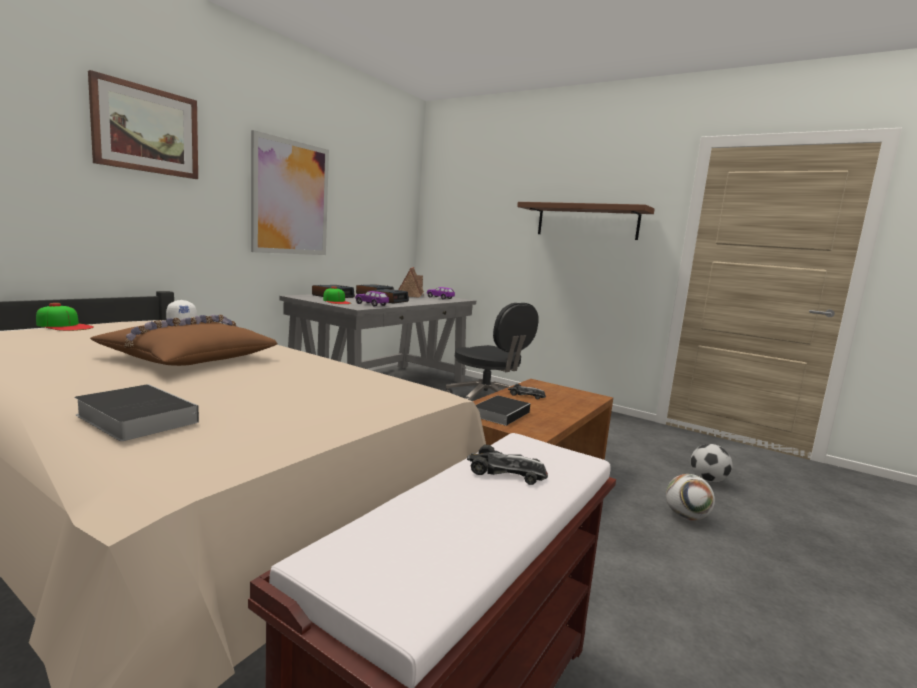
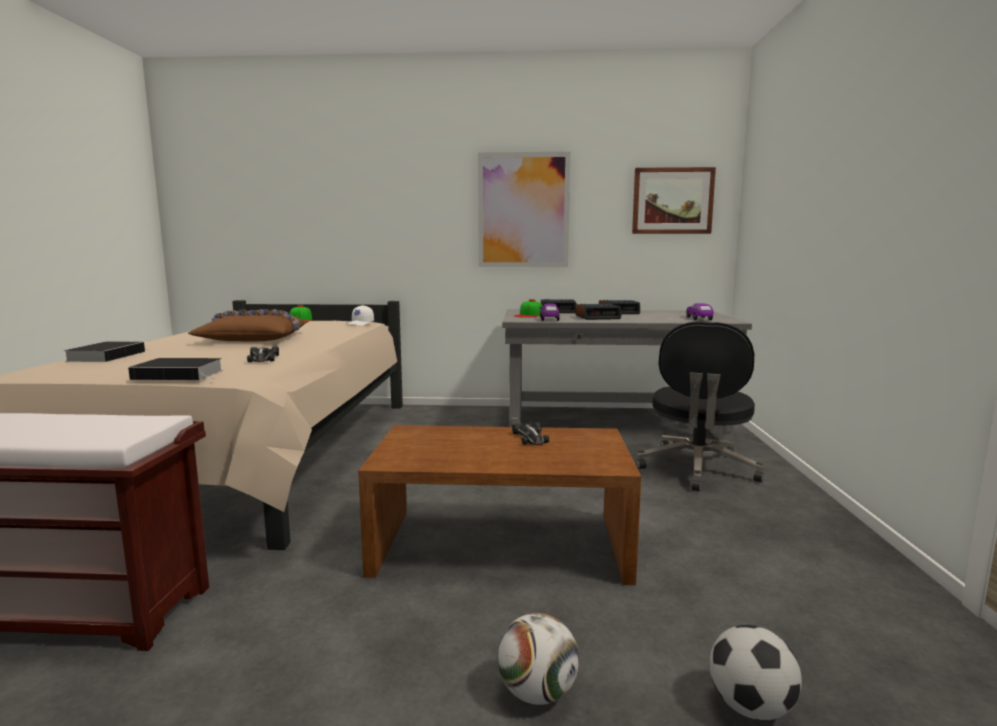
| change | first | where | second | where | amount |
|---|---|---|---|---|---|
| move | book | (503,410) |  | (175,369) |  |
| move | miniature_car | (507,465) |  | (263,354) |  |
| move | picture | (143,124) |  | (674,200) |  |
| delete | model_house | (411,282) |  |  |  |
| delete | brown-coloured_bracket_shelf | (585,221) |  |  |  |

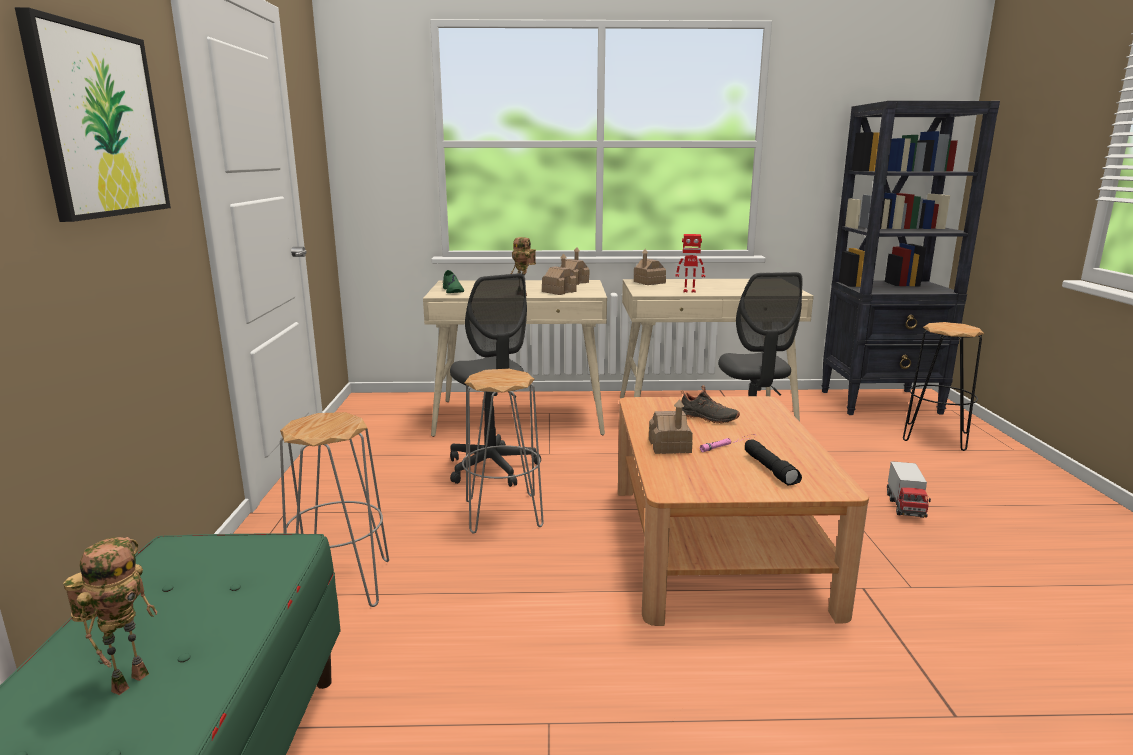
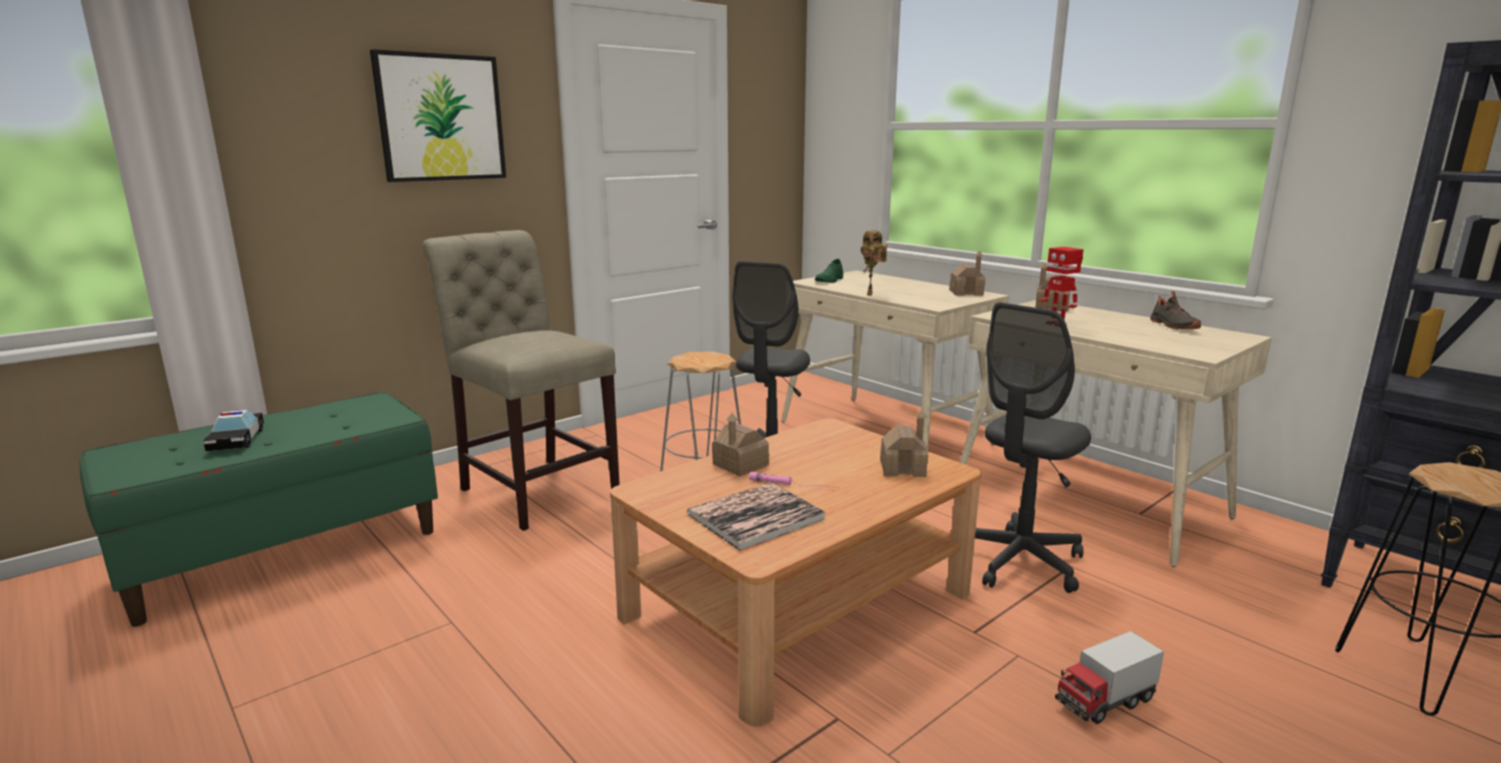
| change | first | where | second | where | amount |
|---|---|---|---|---|---|
| replace | model_robot | (110,616) | miniature_car | (233,430) |  |
| replace | greyish_stool | (334,509) | sand-coloured_upright_chair | (521,380) |  |
| replace | black_hand_torch | (773,462) | book | (756,516) |  |
| move | model_house | (559,274) |  | (904,443) |  |
| move | black_low_shoe | (710,404) |  | (1175,310) |  |

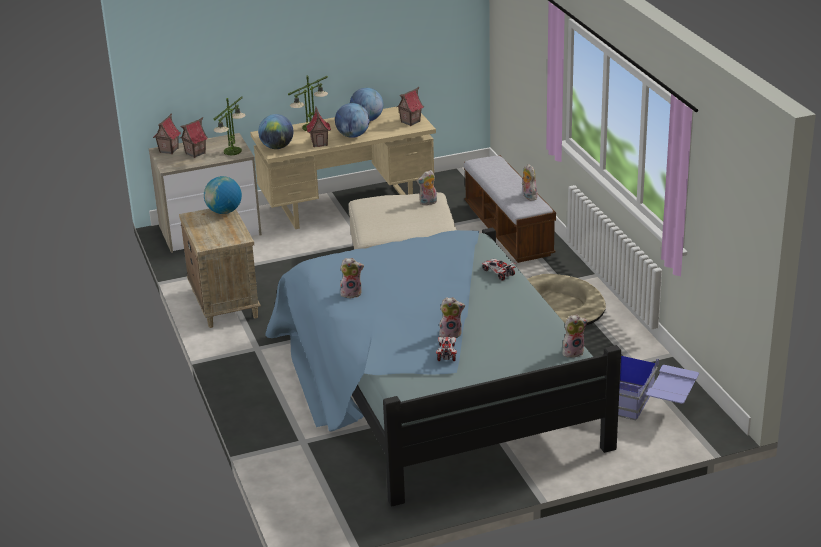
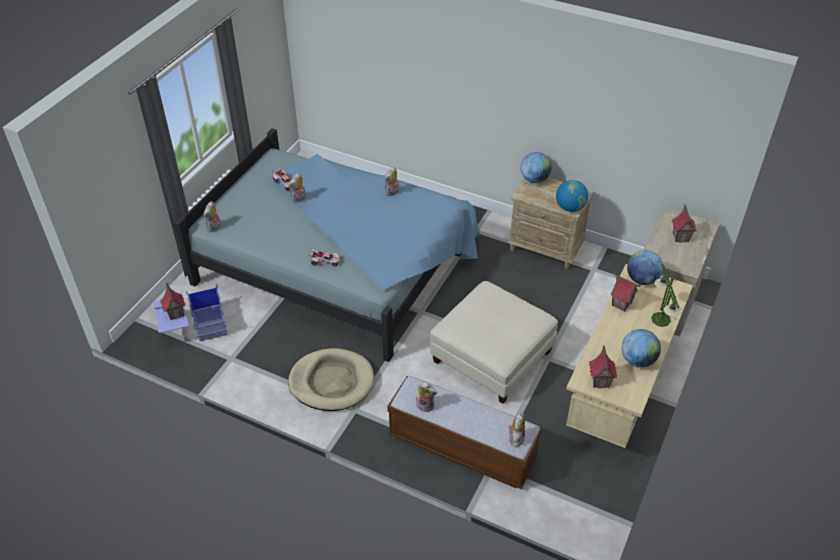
| change | first | where | second | where | amount |
|---|---|---|---|---|---|
| move | model_house | (167,133) |  | (173,301) |  |
| move | cuddly_toy | (427,188) |  | (517,429) |  |
| move | globe | (352,120) |  | (536,167) |  |
| delete | tabletop_lamp | (229,126) |  |  |  |

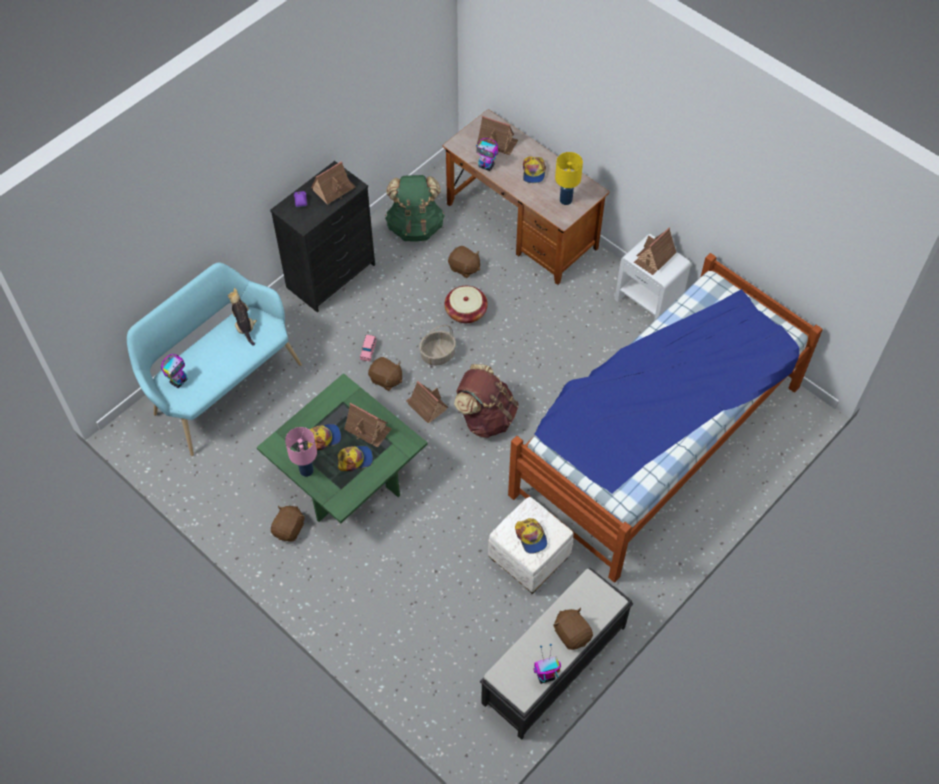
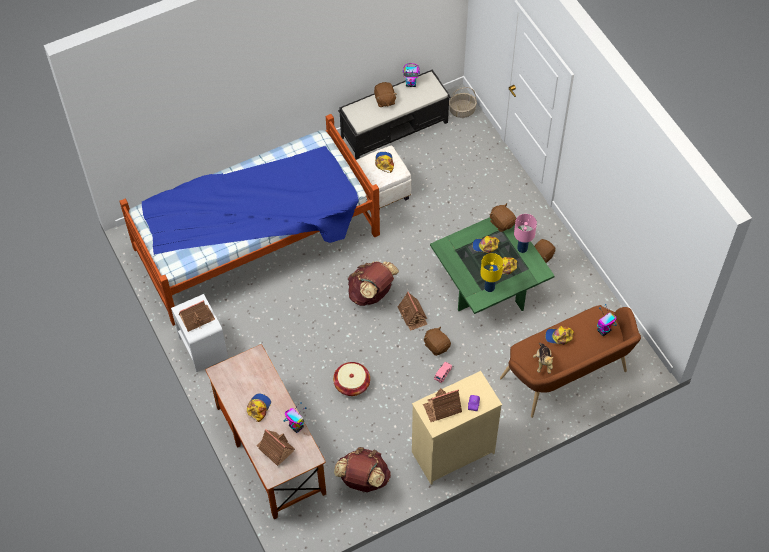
| change | first | where | second | where | amount |
|---|---|---|---|---|---|
| recolor | green-coloured_rucksack | (414,208) | brown-coloured_rucksack | (362,469) |  |
| recolor | black_chest_of_drawers | (322,236) | sand-coloured_chest_of_drawers | (457,428) |  |
| move | storage_basket | (437,345) |  | (463,102) |  |
| move | yellow-coloured_tabletop_lamp | (569,178) |  | (491,272) |  |
| move | brown-coloured_cuddly_toy | (464,262) |  | (503,217) |  |
| recolor | turquoise_bench | (214,359) | brown-coloured_bench | (570,361) |  |
| insert |  |  | cap | (559,335) |  |
| delete | model_house | (367,425) |  |  |  |

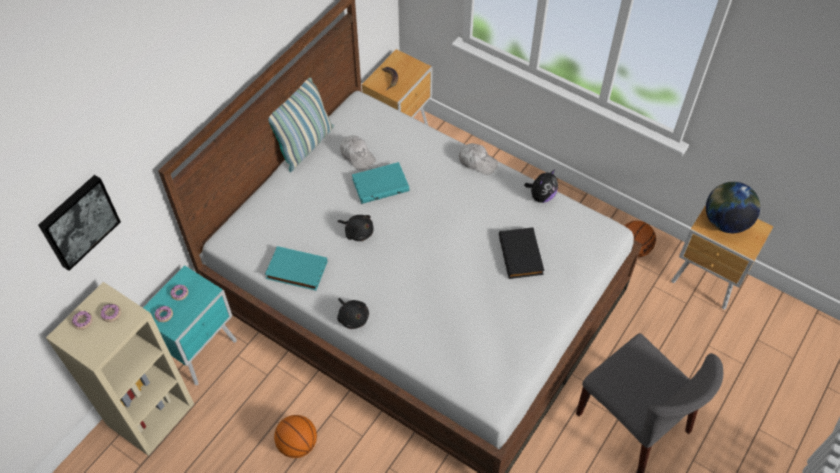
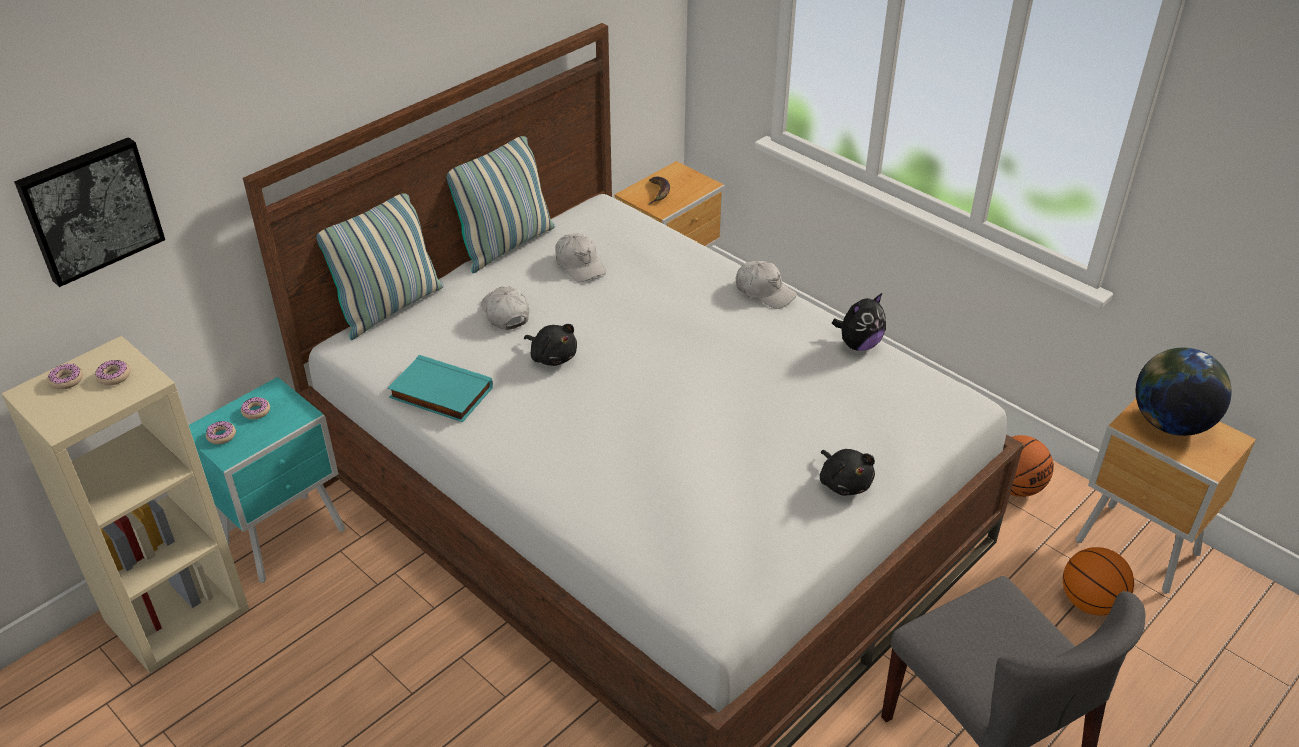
| change | first | where | second | where | amount |
|---|---|---|---|---|---|
| insert |  |  | pillow | (380,266) |  |
| insert |  |  | whitish_cap | (505,308) |  |
| move | black_cuddly_toy | (353,313) |  | (847,472) |  |
| move | ball_for_basketball | (295,436) |  | (1098,581) |  |
| delete | turquoise_book | (380,183) |  |  |  |
| delete | black_book | (521,253) |  |  |  |

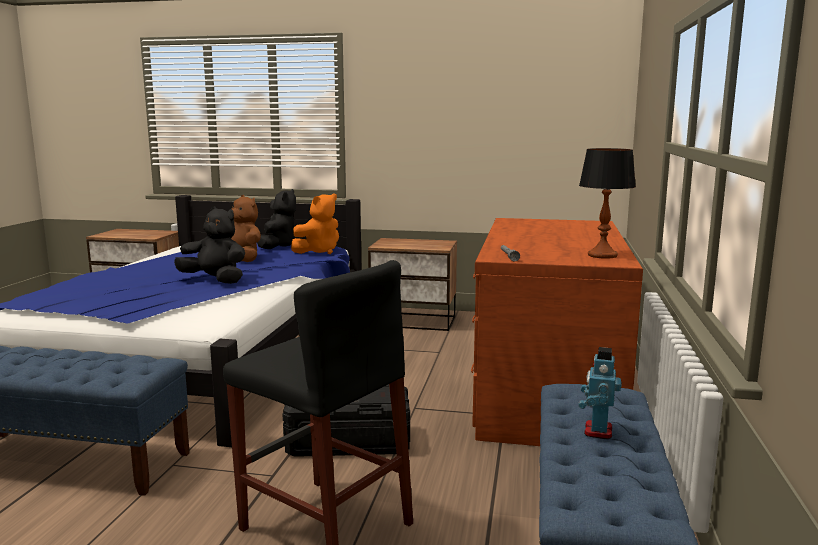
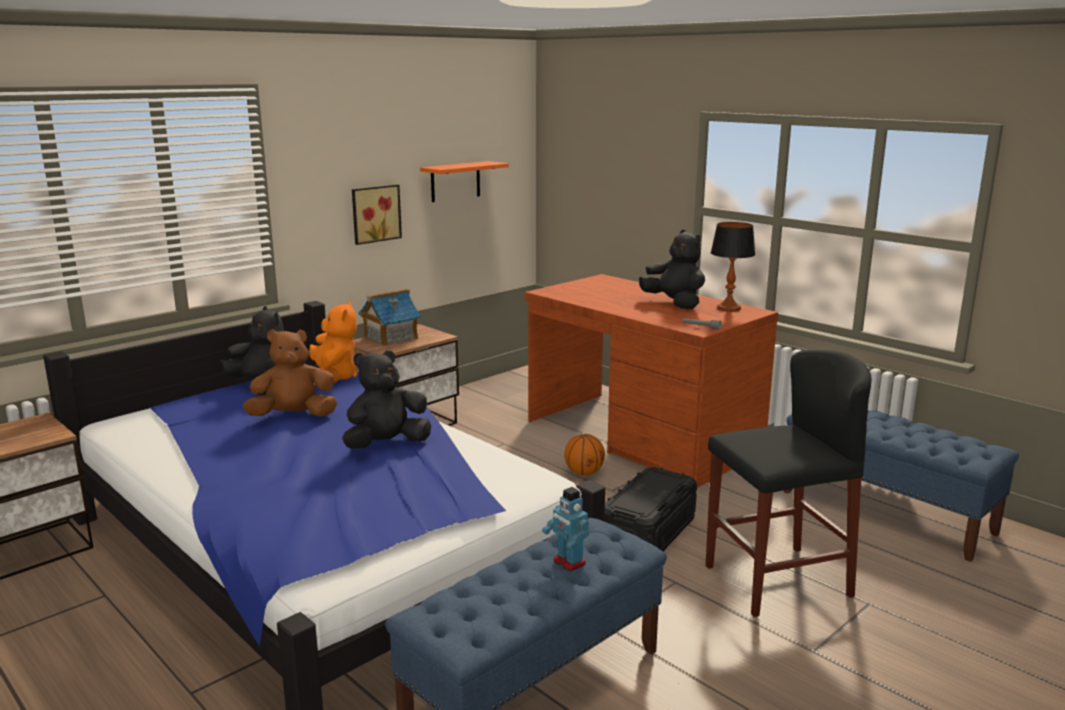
| change | first | where | second | where | amount |
|---|---|---|---|---|---|
| insert |  |  | picture | (377,214) |  |
| insert |  |  | model_house | (389,318) |  |
| insert |  |  | orange-coloured_bracket_shelf | (464,181) |  |
| move | model_robot | (600,393) |  | (565,529) |  |
| insert |  |  | ball_for_basketball | (584,455) |  |
| insert |  |  | black_cuddly_toy | (672,269) |  |

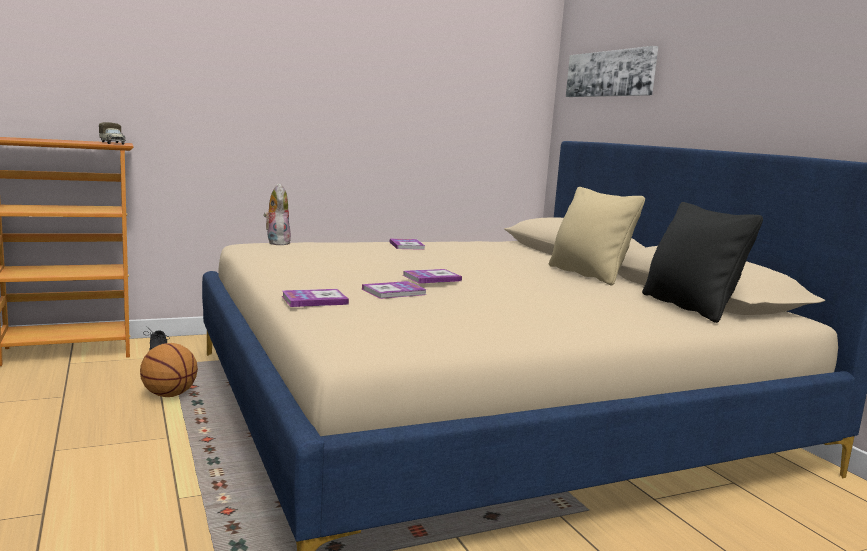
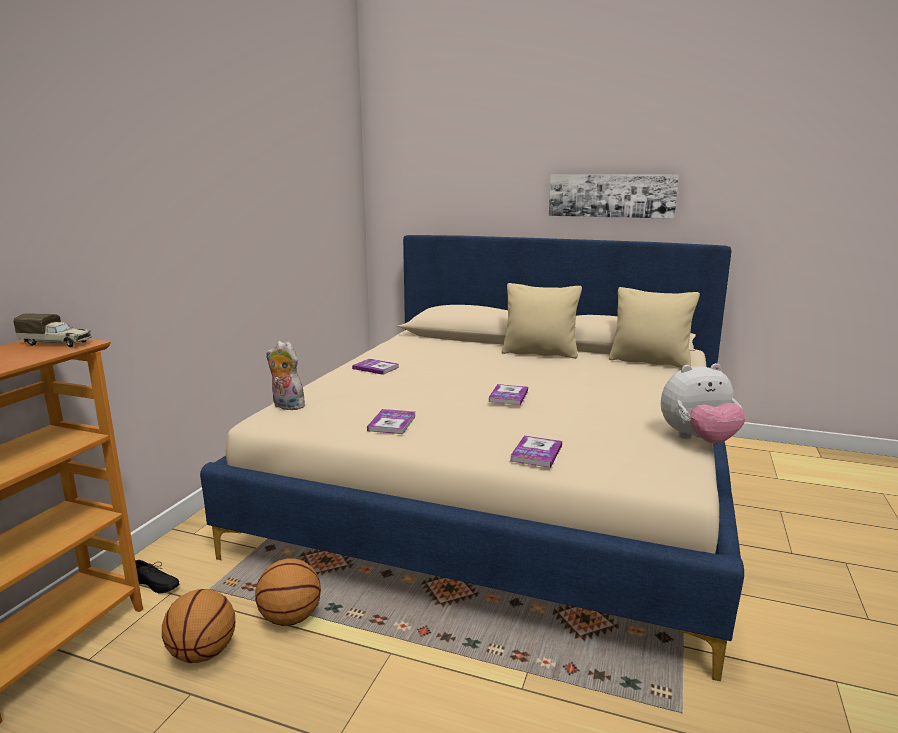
| change | first | where | second | where | amount |
|---|---|---|---|---|---|
| insert |  |  | ball_for_basketball | (198,626) |  |
| move | book | (394,290) |  | (391,421) |  |
| move | picture | (612,71) |  | (614,196) |  |
| recolor | black_pillow | (702,262) | sand-coloured_pillow | (654,327) |  |
| insert |  |  | cuddly_toy | (703,403) |  |

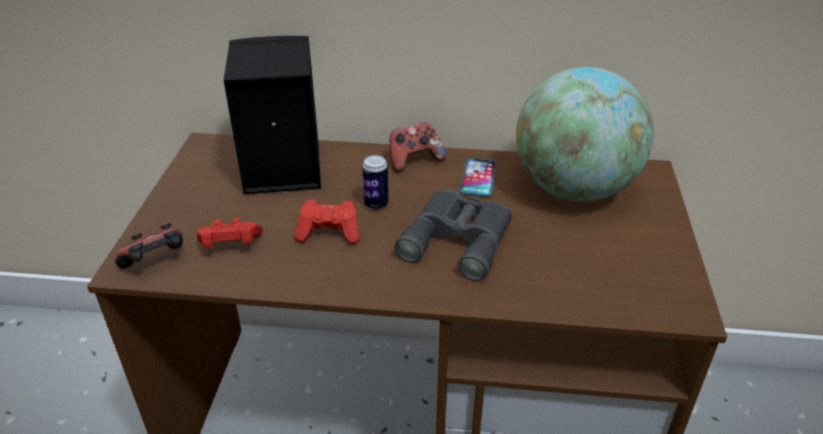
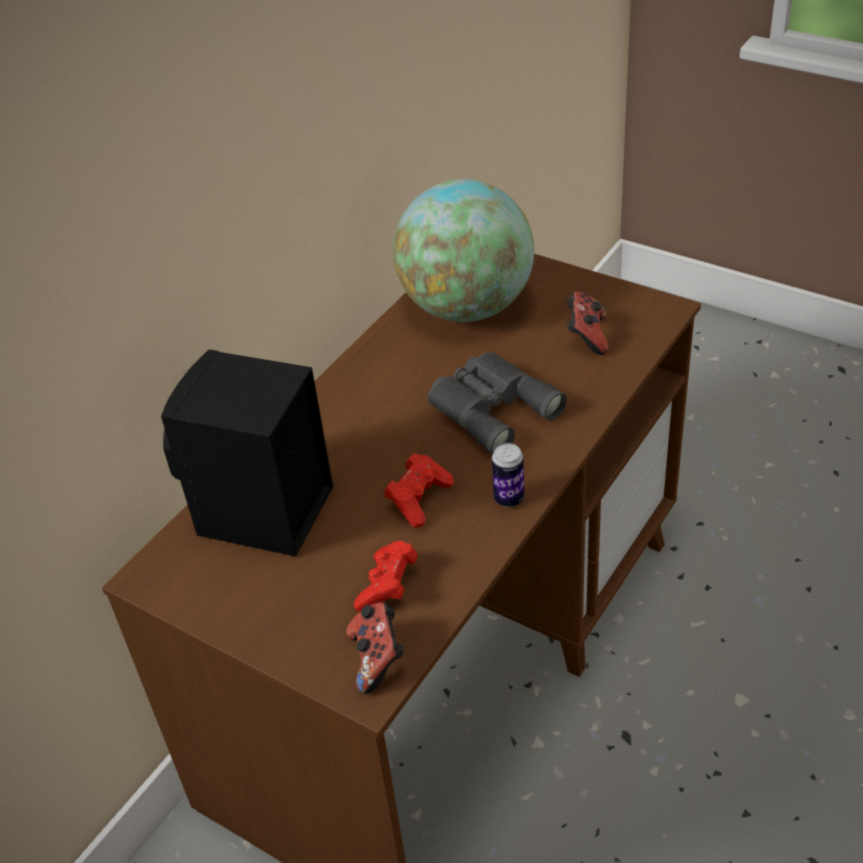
| change | first | where | second | where | amount |
|---|---|---|---|---|---|
| move | can | (375,182) |  | (508,475) |  |
| move | joypad | (417,147) |  | (587,323) |  |
| delete | telephone | (478,177) |  |  |  |

